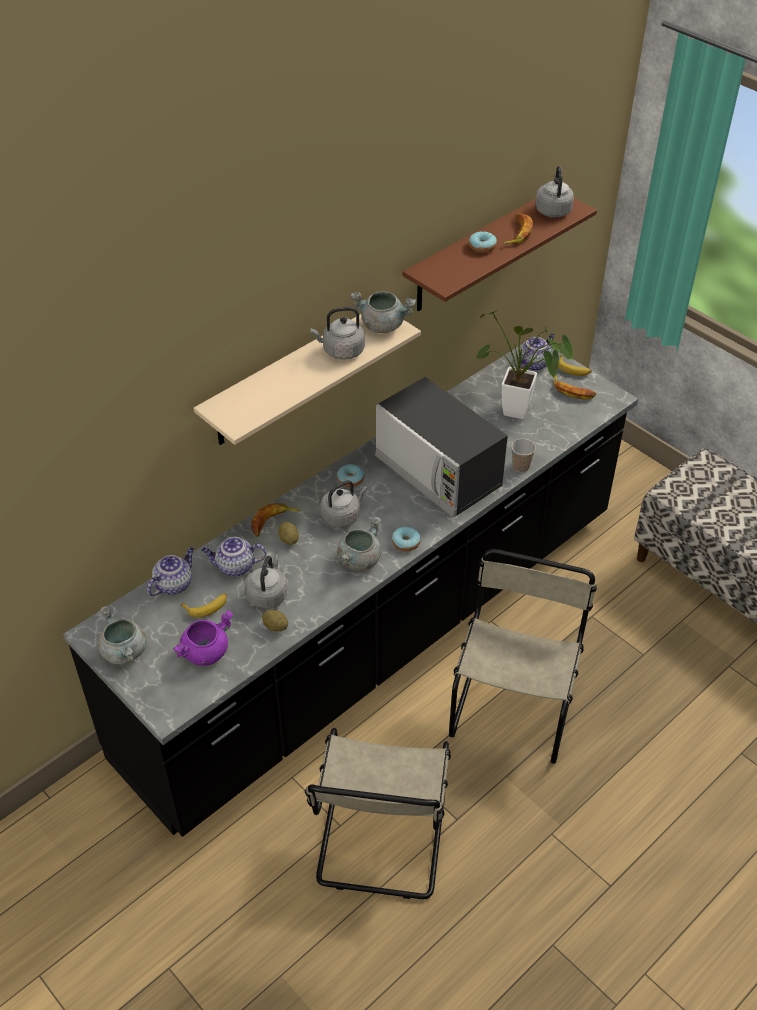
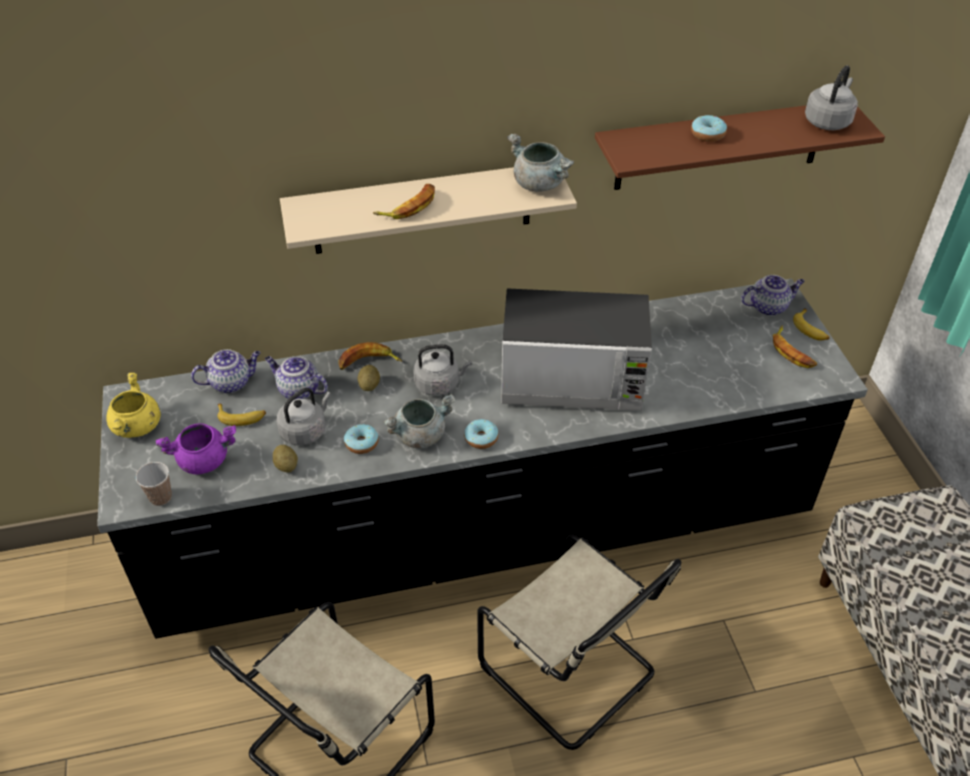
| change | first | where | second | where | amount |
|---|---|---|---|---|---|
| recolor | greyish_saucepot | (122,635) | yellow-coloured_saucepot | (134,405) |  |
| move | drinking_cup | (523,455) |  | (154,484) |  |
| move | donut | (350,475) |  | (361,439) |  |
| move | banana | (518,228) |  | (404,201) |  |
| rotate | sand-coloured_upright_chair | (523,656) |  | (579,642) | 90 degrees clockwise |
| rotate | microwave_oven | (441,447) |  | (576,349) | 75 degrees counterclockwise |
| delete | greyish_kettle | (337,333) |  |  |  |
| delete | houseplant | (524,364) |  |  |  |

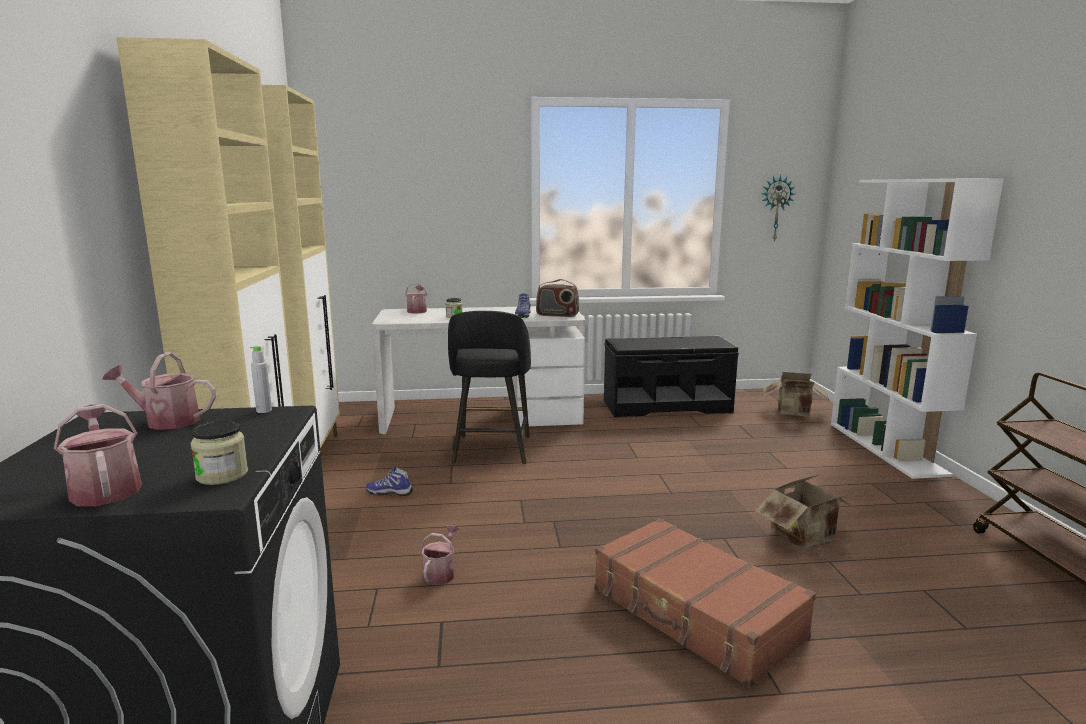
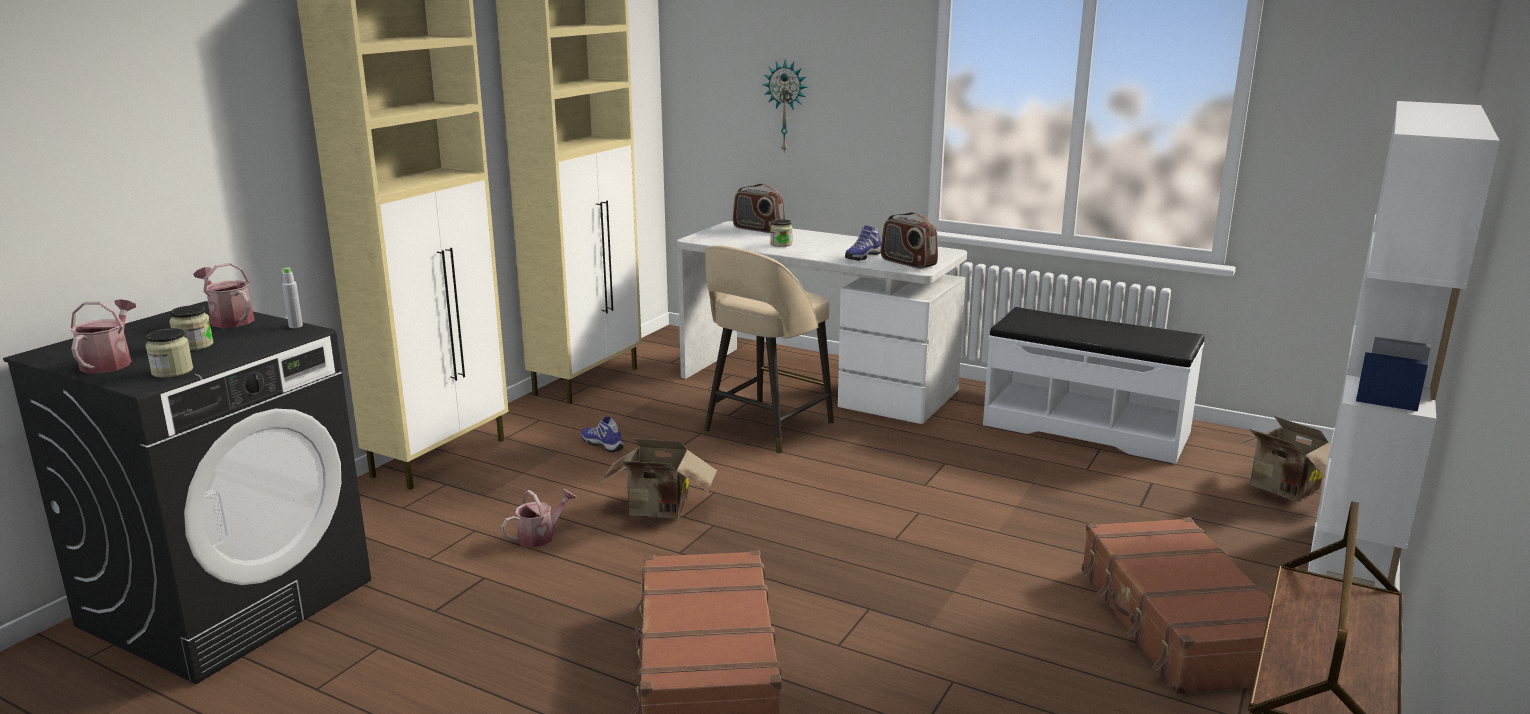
| change | first | where | second | where | amount |
|---|---|---|---|---|---|
| insert |  |  | preserve_jar | (191,328) |  |
| move | cardboard_box | (807,511) |  | (658,479) |  |
| recolor | black_stool | (489,387) | sand-coloured_stool | (769,349) |  |
| replace | watering_pot | (416,298) | radio_set | (759,208) |  |
| move | hanging_clock | (778,208) |  | (785,106) |  |
| recolor | black_bench | (671,376) | whitish_bench | (1094,385) |  |
| insert |  |  | brown-coloured_piece_of_luggage | (1176,605) |  |

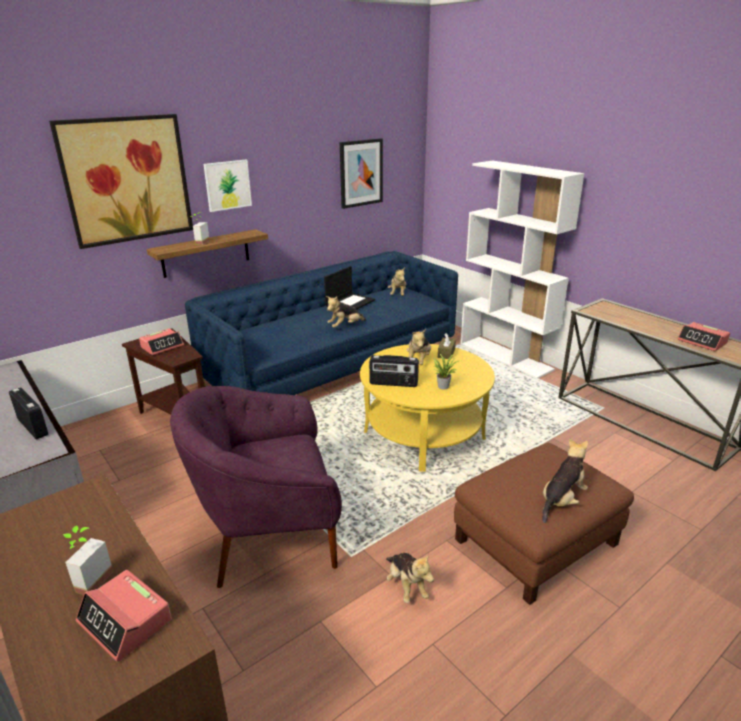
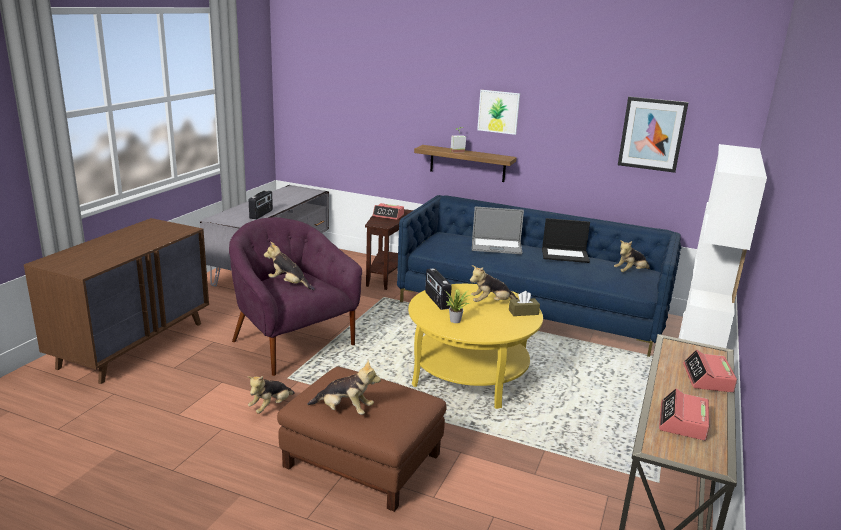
| change | first | where | second | where | amount |
|---|---|---|---|---|---|
| move | cuddly_toy | (346,312) |  | (289,266) |  |
| insert |  |  | laptop | (498,230) |  |
| move | alarm_clock | (124,616) |  | (710,371) |  |
| delete | picture | (121,181) |  |  |  |
| delete | houseplant | (88,560) |  |  |  |

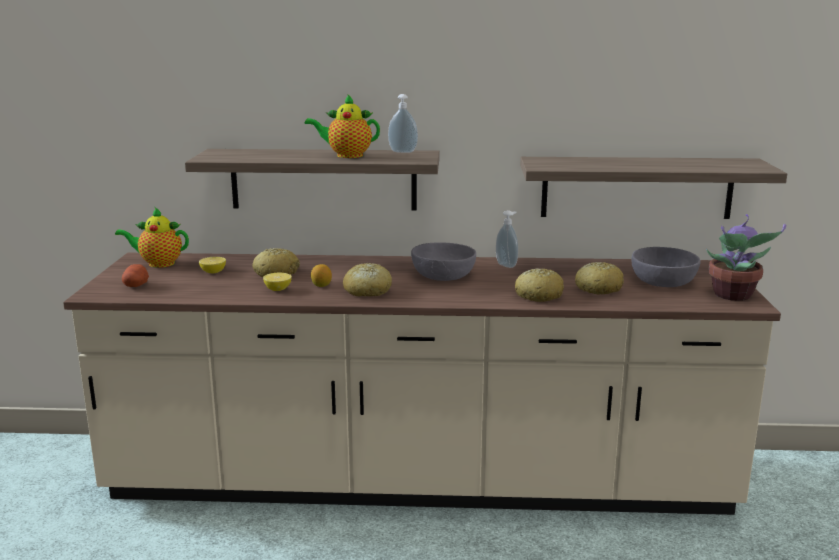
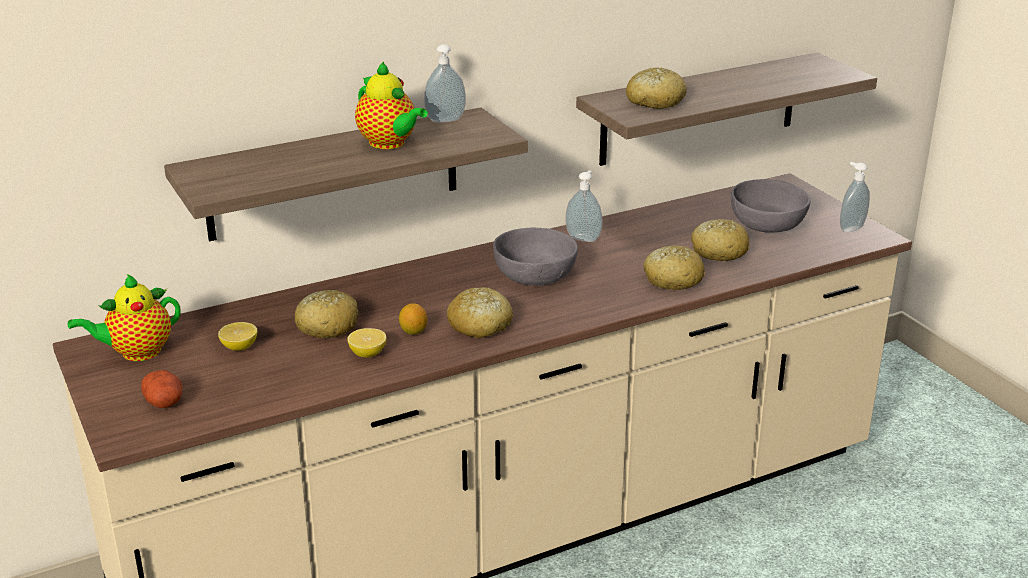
| change | first | where | second | where | amount |
|---|---|---|---|---|---|
| rotate | pot_for_tea | (342,126) |  | (391,105) | 105 degrees counterclockwise |
| insert |  |  | baked_bread | (656,88) |  |
| replace | houseplant | (746,257) | soap_bottle | (855,197) |  |

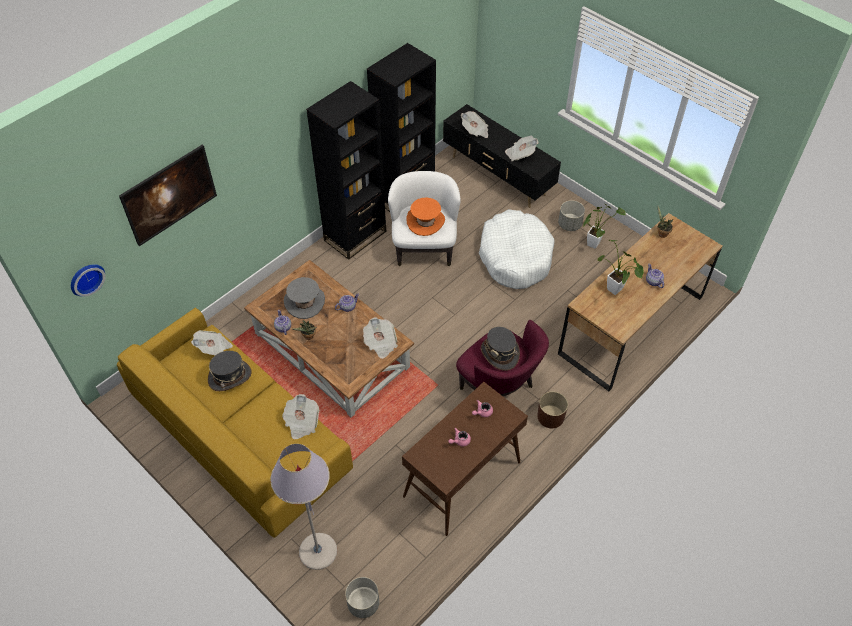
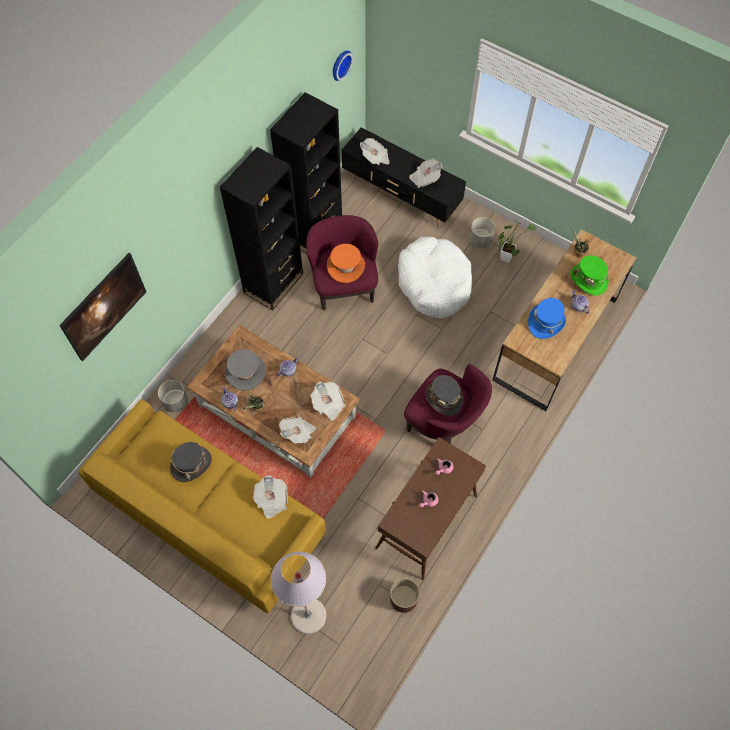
| change | first | where | second | where | amount |
|---|---|---|---|---|---|
| move | greyish_flower_pot | (362,597) |  | (173,396) |  |
| move | newspaper | (212,342) |  | (297,430) |  |
| recolor | whitish_lounge_chair | (424,218) | purplish_lounge_chair | (342,262) |  |
| move | hanging_clock | (88,280) |  | (343,65) |  |
| move | brown-coloured_flower_pot | (552,409) |  | (405,595) |  |
| replace | houseplant | (621,267) | blue-coloured_wearable_hat | (547,318) |  |
| insert |  |  | green-coloured_wearable_hat | (589,275) |  |

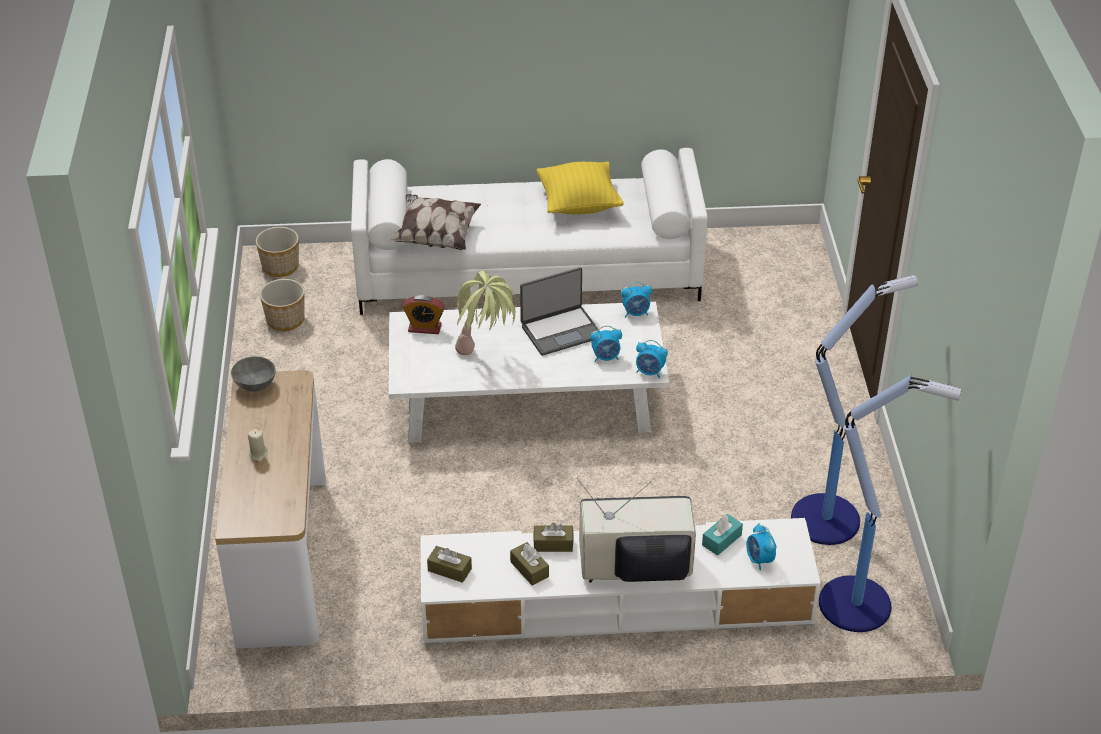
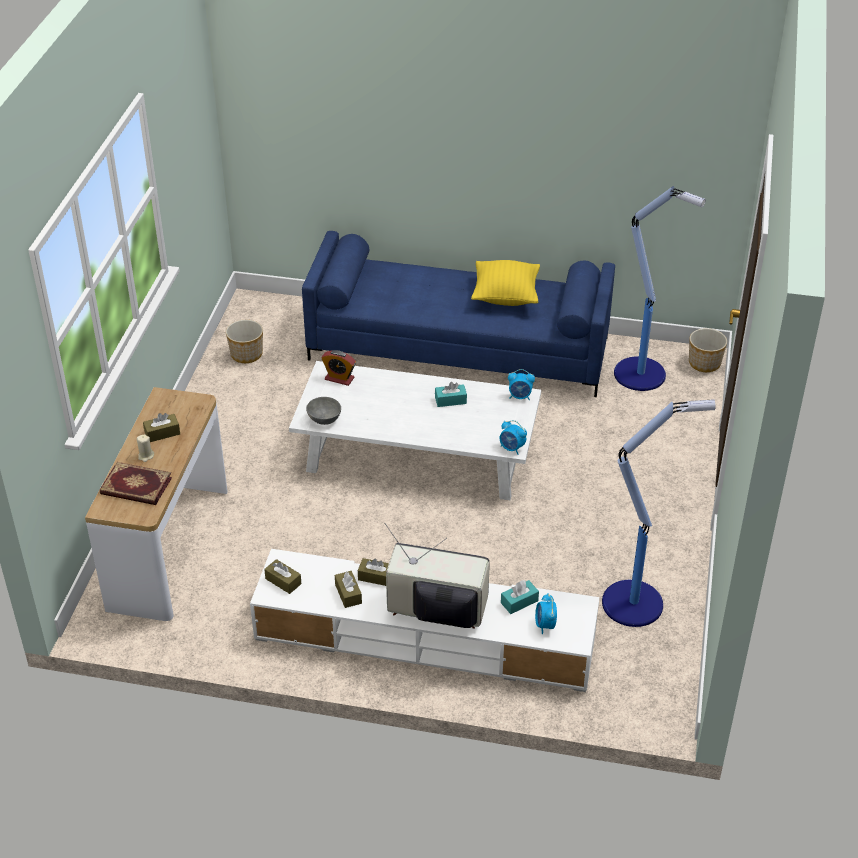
| change | first | where | second | where | amount |
|---|---|---|---|---|---|
| insert |  |  | book | (136,483) |  |
| insert |  |  | brown-coloured_box_of_tissues | (161,427) |  |
| recolor | whitish_couch | (529,231) | blue-coloured_couch | (458,314) |  |
| move | greyish_serving_bowl | (253,374) |  | (323,411) |  |
| replace | laptop | (560,311) | turquoise_box_of_tissues | (451,394) |  |
| move | standard_lamp | (890,503) |  | (660,288) |  |
| move | flower_pot | (277,252) |  | (708,350) |  |
| delete | pillow | (435,222) |  |  |  |
| delete | houseplant | (485,313) |  |  |  |
| delete | alarm_clock | (606,343) |  |  |  |

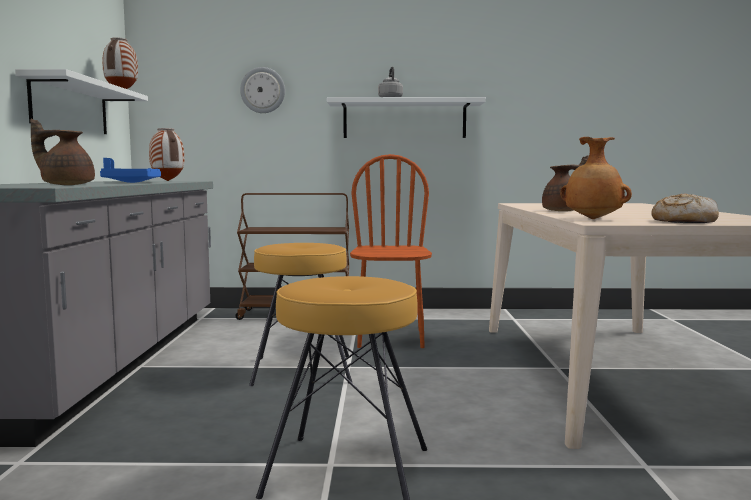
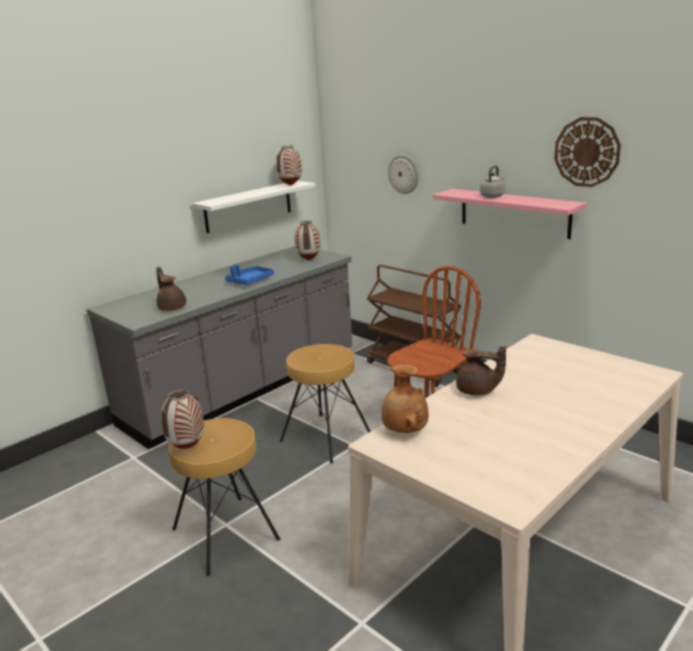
| change | first | where | second | where | amount |
|---|---|---|---|---|---|
| insert |  |  | decorative_vase | (182,419) |  |
| recolor | whitish_bracket_shelf | (406,117) | pinkish_bracket_shelf | (510,214) |  |
| insert |  |  | hanging_clock | (587,152) |  |
| delete | baked_bread | (685,208) |  |  |  |

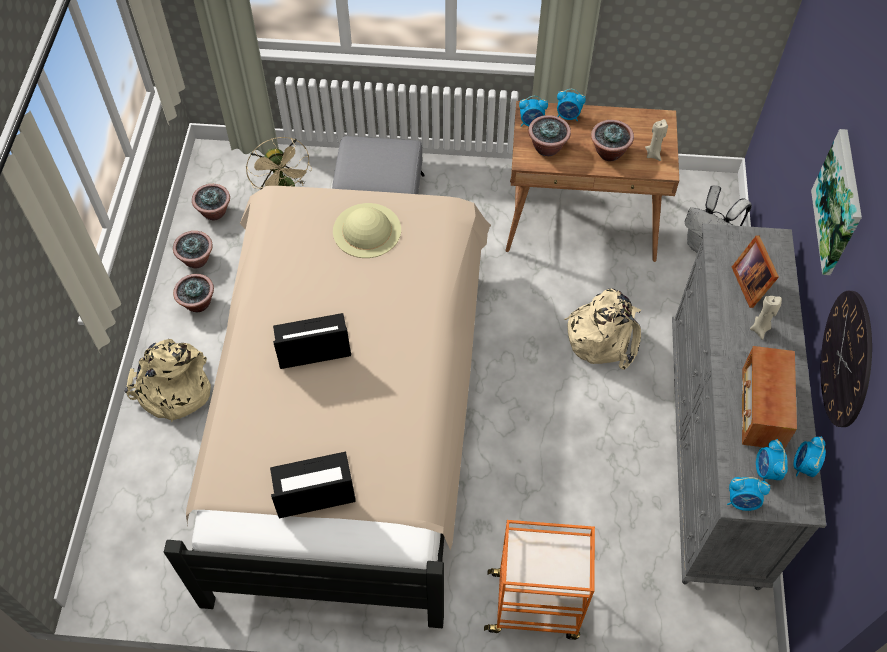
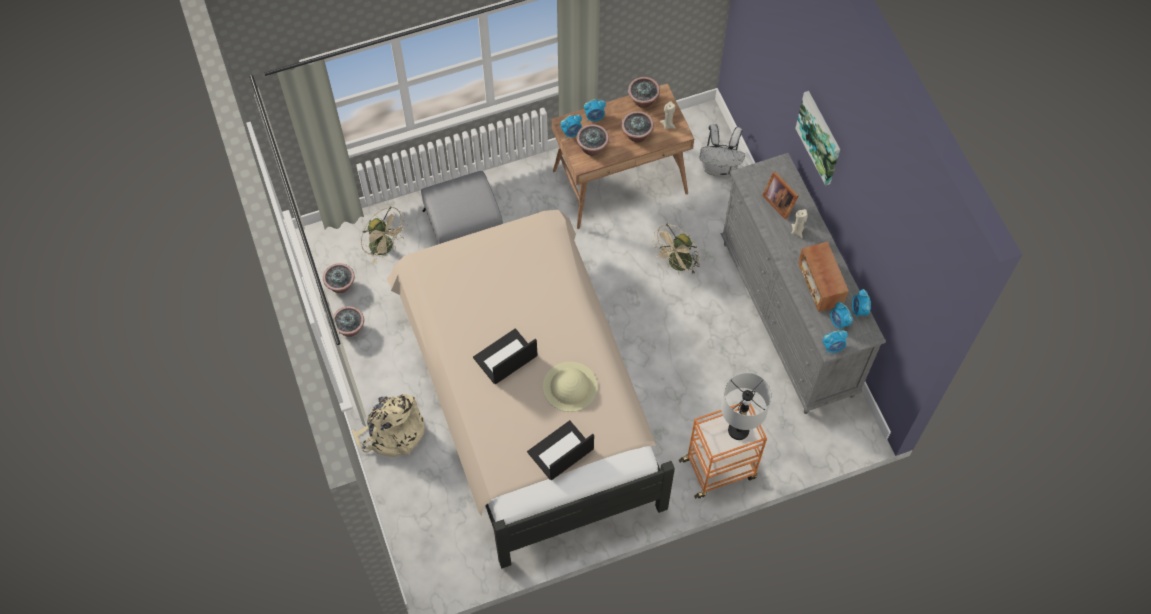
| change | first | where | second | where | amount |
|---|---|---|---|---|---|
| move | sand-coloured_wearable_hat | (367,230) |  | (570,387) |  |
| move | houseplant | (193,293) |  | (644,92) |  |
| replace | sand-coloured_rucksack | (602,329) | sand-coloured_electric_fan | (676,249) |  |
| insert |  |  | greyish_tabletop_lamp | (746,406) |  |
| delete | hanging_clock | (846,359) |  |  |  |

